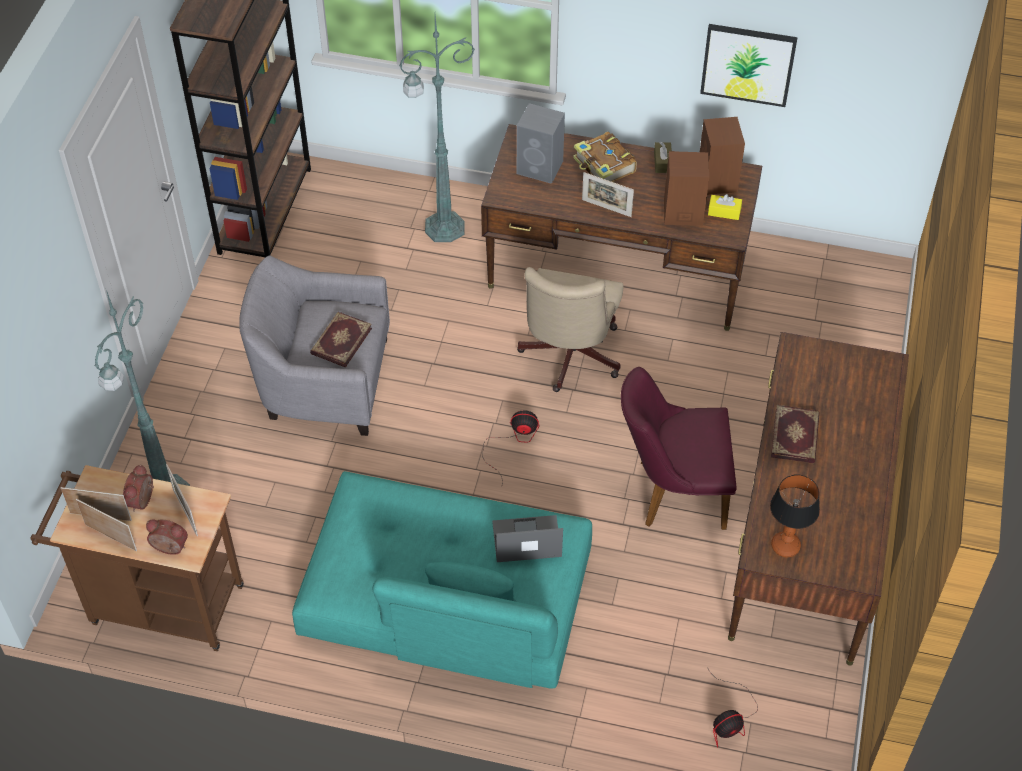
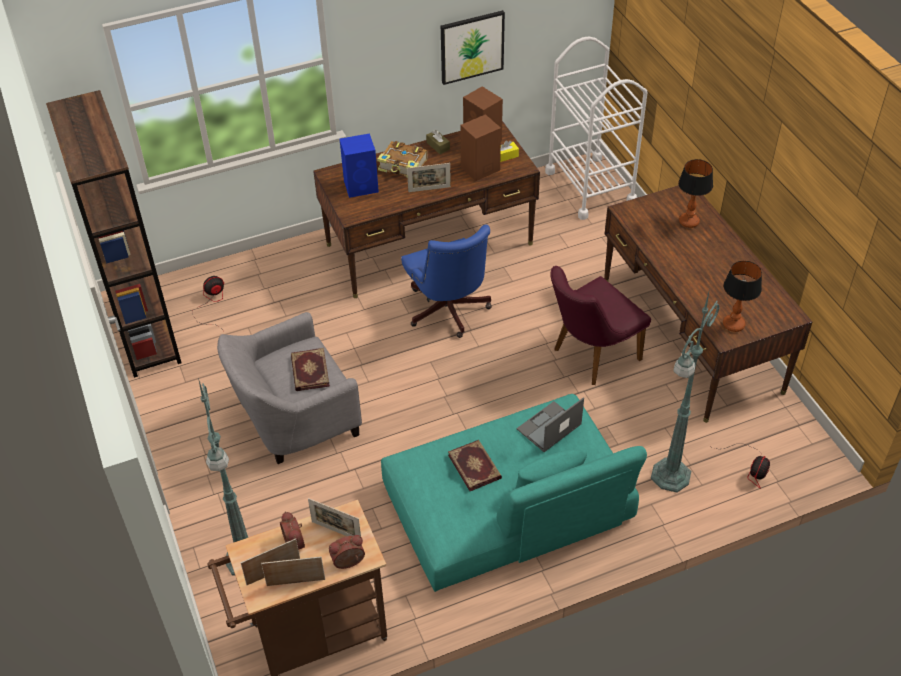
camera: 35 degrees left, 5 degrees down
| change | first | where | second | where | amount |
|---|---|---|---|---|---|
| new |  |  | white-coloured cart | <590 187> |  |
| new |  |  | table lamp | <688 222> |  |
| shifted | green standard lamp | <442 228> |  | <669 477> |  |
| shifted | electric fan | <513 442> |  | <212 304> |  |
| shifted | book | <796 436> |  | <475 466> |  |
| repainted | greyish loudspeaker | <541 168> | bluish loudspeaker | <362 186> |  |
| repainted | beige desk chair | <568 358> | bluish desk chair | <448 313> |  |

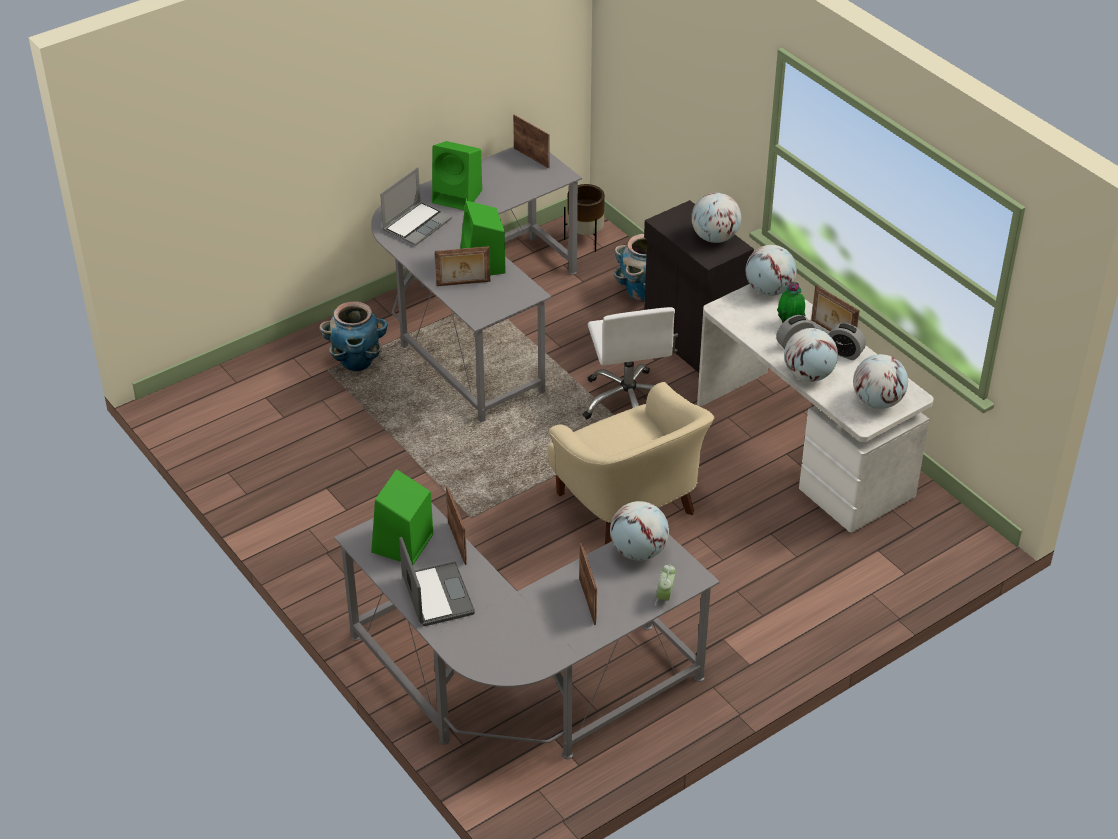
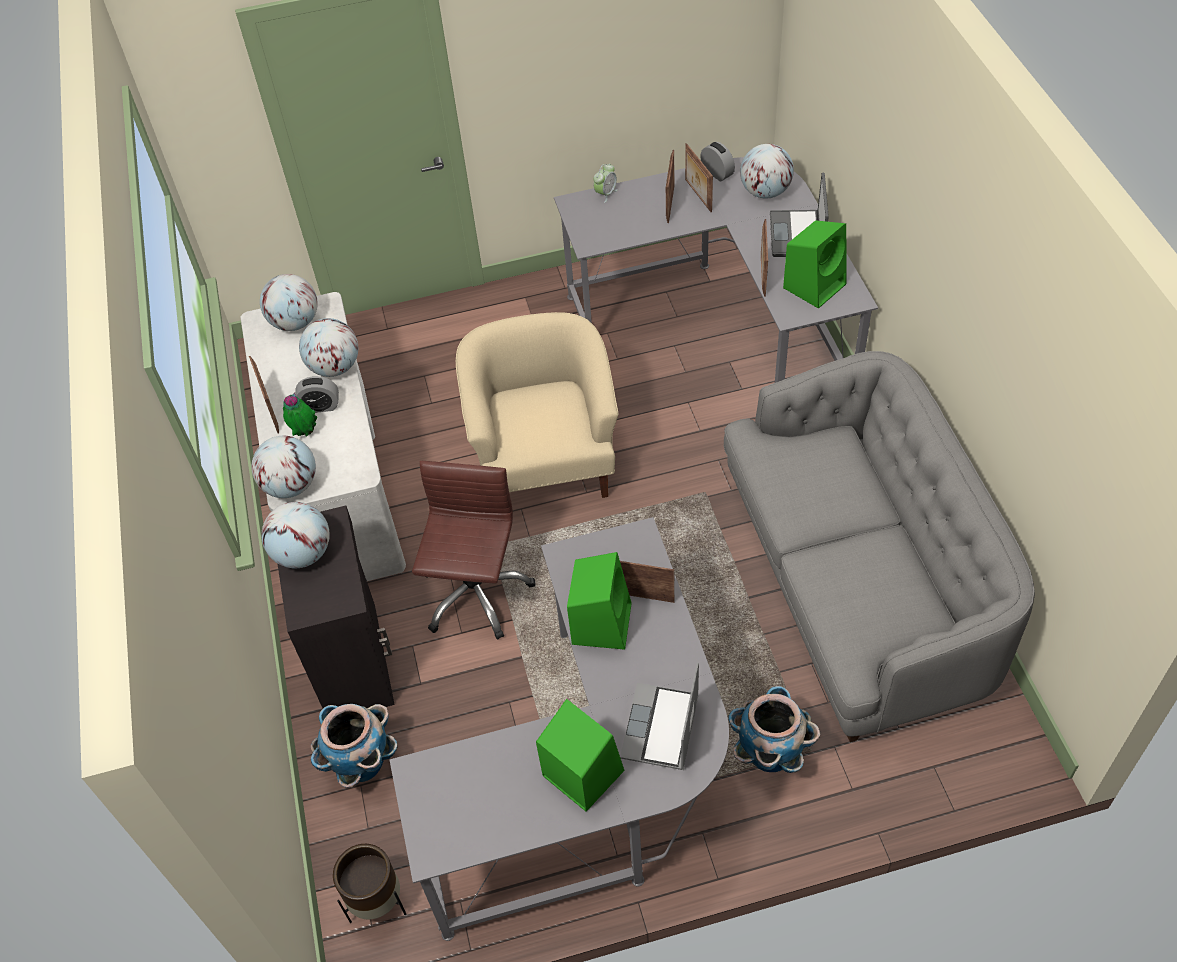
camera: 155 degrees left, 10 degrees up
| change | first | where | second | where | amount |
|---|---|---|---|---|---|
| new |  |  | greyish settee | <858 585> |  |
| shifted | standing frame | <532 157> |  | <697 196> |  |
| shifted | globe | <638 551> |  | <765 192> |  |
| shifted | table clock | <844 353> |  | <717 173> |  |
| repainted | white-coloured desk chair | <628 401> | brown desk chair | <475 593> |  |
| rotated | laptop | <417 224> |  | <661 729> | 45 degrees counterclockwise |

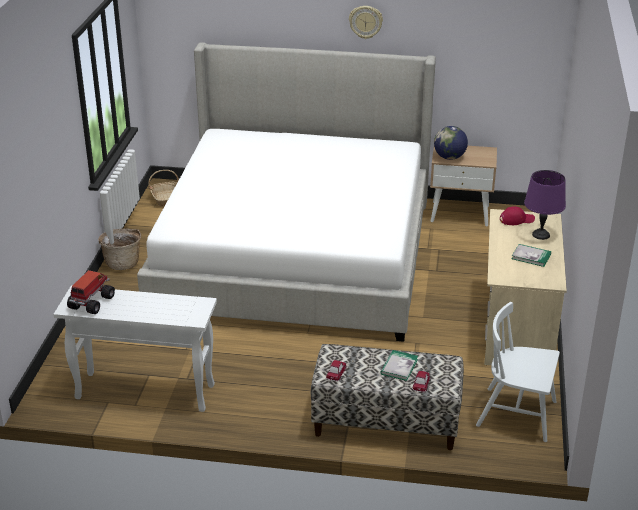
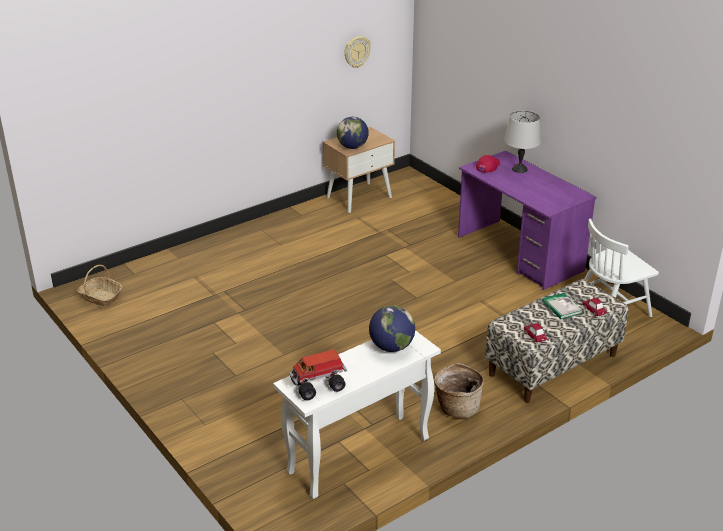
camera: 45 degrees left, 0 degrees up
| change | first | where | second | where | amount |
|---|---|---|---|---|---|
| gone | bedroom bed | <296 255> |  |  |  |
| gone | book | <531 256> |  |  |  |
| new |  |  | globe | <391 347> |  |
| shifted | storage basket | <123 263> |  | <457 407> |  |
| shifted | clock on the wall | <365 22> |  | <356 51> |  |
| repainted | beige desk table | <517 326> | purple desk table | <519 254> |  |
| repainted | purple table lamp | <541 235> | greyish table lamp | <520 169> |  |
| rotated | toy lorry | <91 303> |  | <319 386> | 90 degrees counterclockwise |

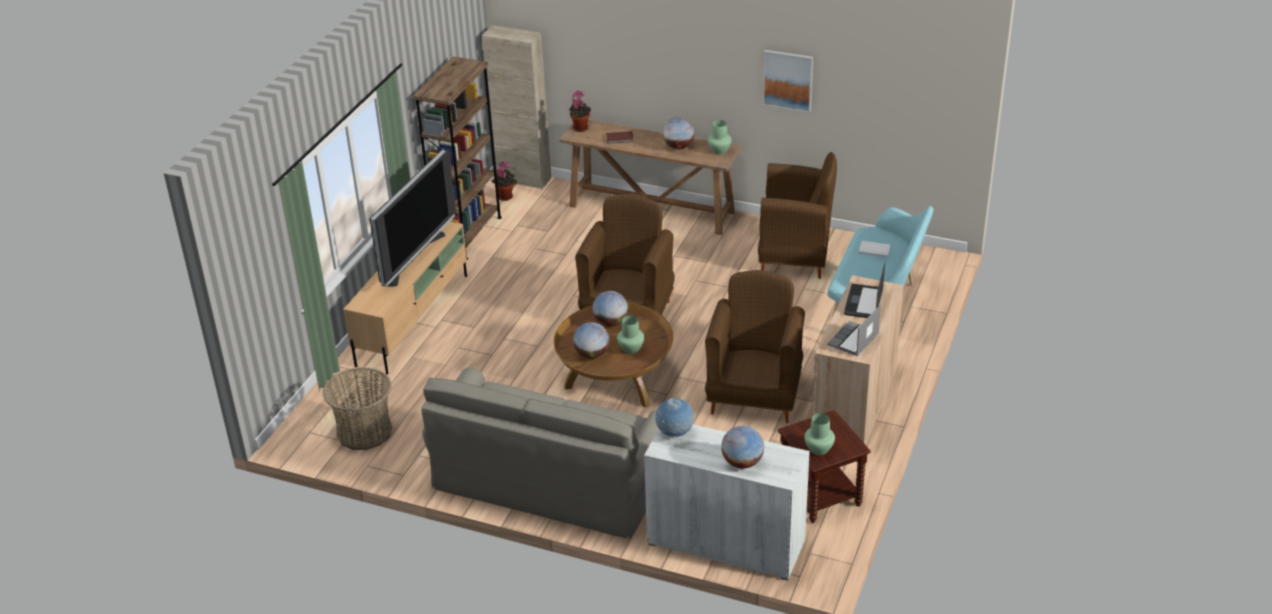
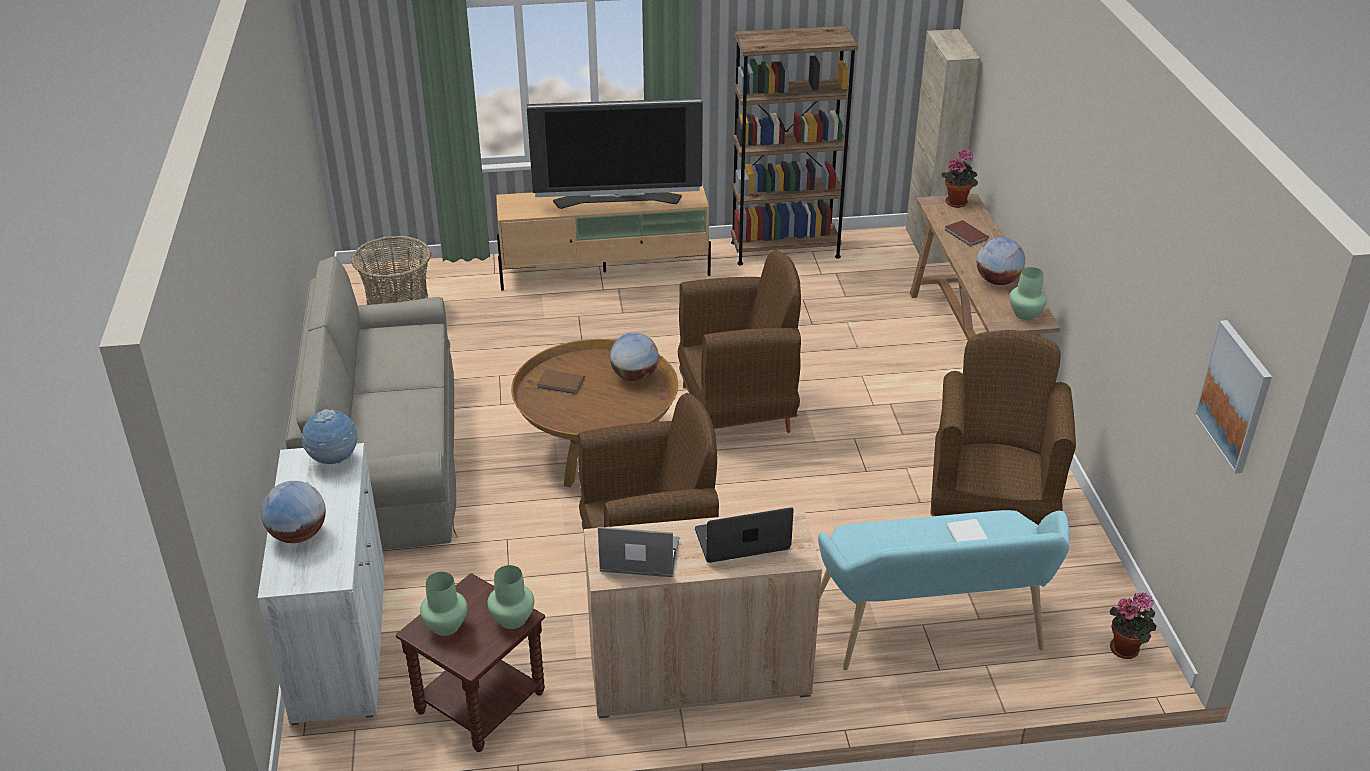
camera: 60 degrees right, 0 degrees up
| change | first | where | second | where | amount |
|---|---|---|---|---|---|
| shifted | potted plant | <506 196> |  | <1127 648> |  |
| shifted | green decorative vase | <631 349> |  | <512 620> |  |
| shifted | wall picture | <788 80> |  | <1235 396> |  |
| swapped | globe | <592 354> | brown book | <561 384> |  |
| rotated | brown easy chair | <795 257> |  | <991 508> | 150 degrees counterclockwise |

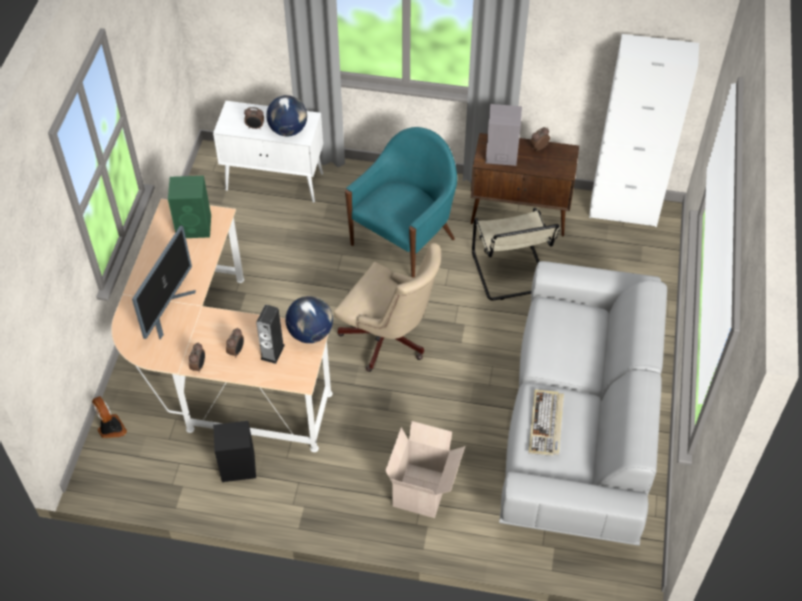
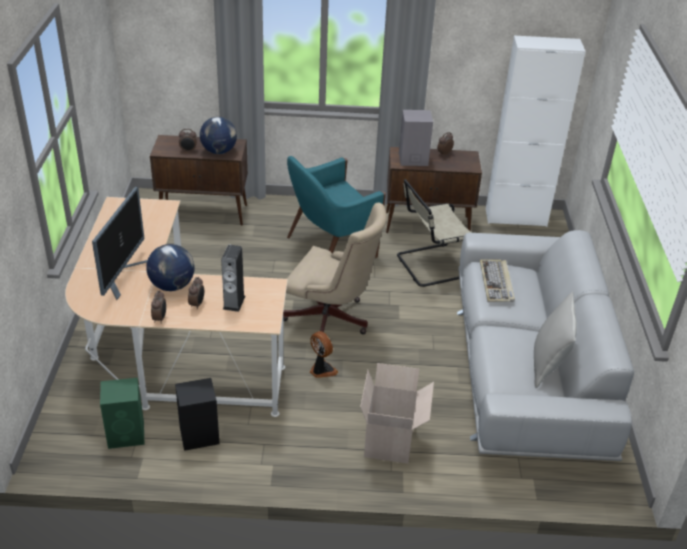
camera: 10 degrees left, 15 degrees down
| change | first | where | second | where | amount |
|---|---|---|---|---|---|
| new |  |  | greyish cushion | <548 365> |  |
| shifted | electric fan | <110 428> |  | <321 370> |  |
| shifted | green loudspeaker | <195 226> |  | <127 434> |  |
| shifted | globe | <311 333> |  | <172 285> |  |
| shifted | computer keyboard | <546 424> |  | <496 283> |  |
| repainted | white-coloured cupboard | <275 182> | brown cupboard | <204 213> |  |
| rotated | blue-green easy chair | <404 240> |  | <329 248> | 150 degrees counterclockwise |
| rotated | beige chair | <511 274> |  | <431 266> | 90 degrees clockwise |

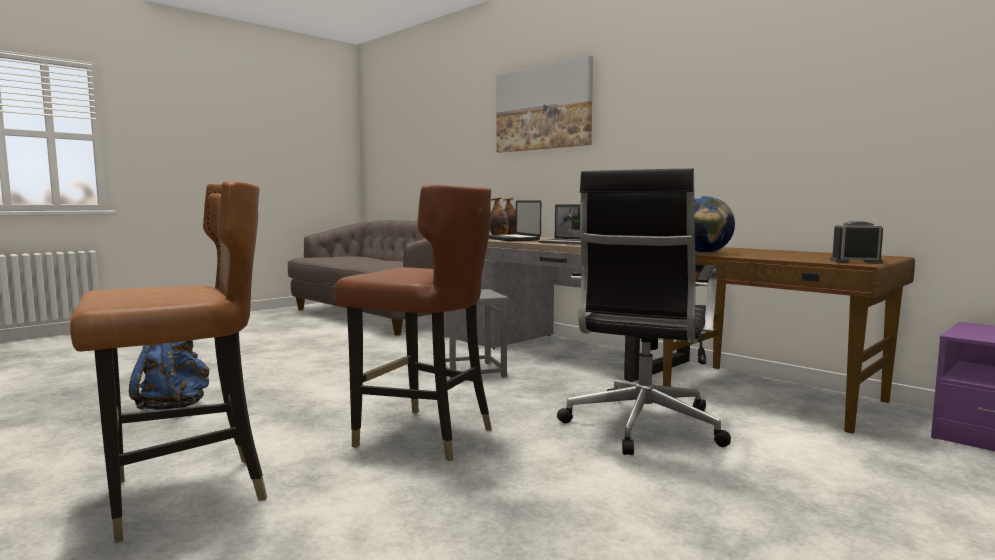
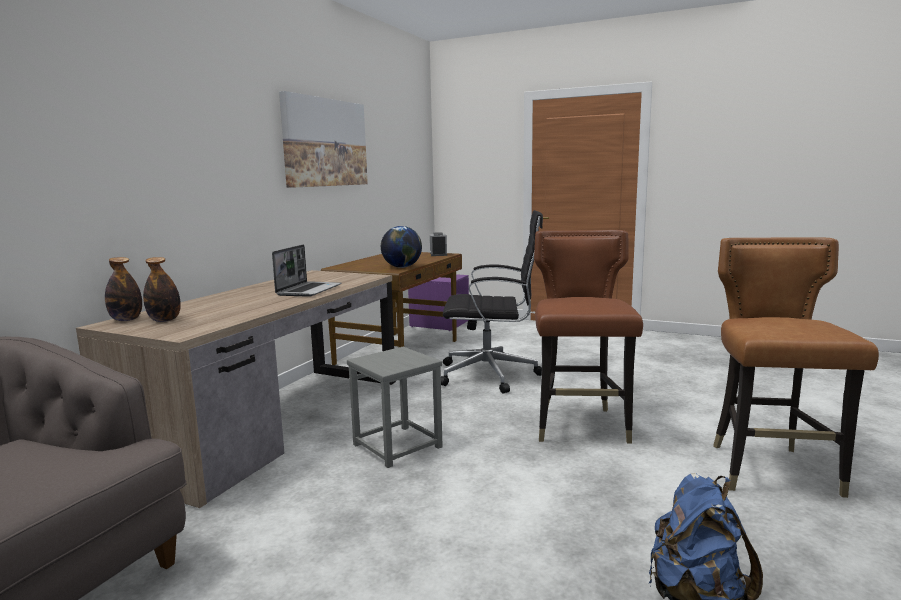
camera: 110 degrees left, 5 degrees up
| change | first | where | second | where | amount |
|---|---|---|---|---|---|
| gone | laptop | <512 239> |  |  |  |
| shifted | wall picture | <543 108> |  | <325 143> |  |
| rotated | brown chair | <184 495> |  | <771 471> | 60 degrees clockwise |

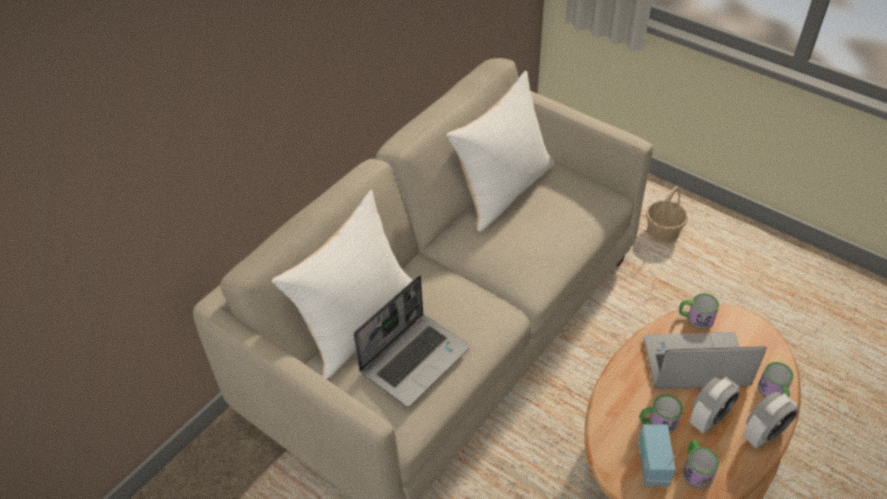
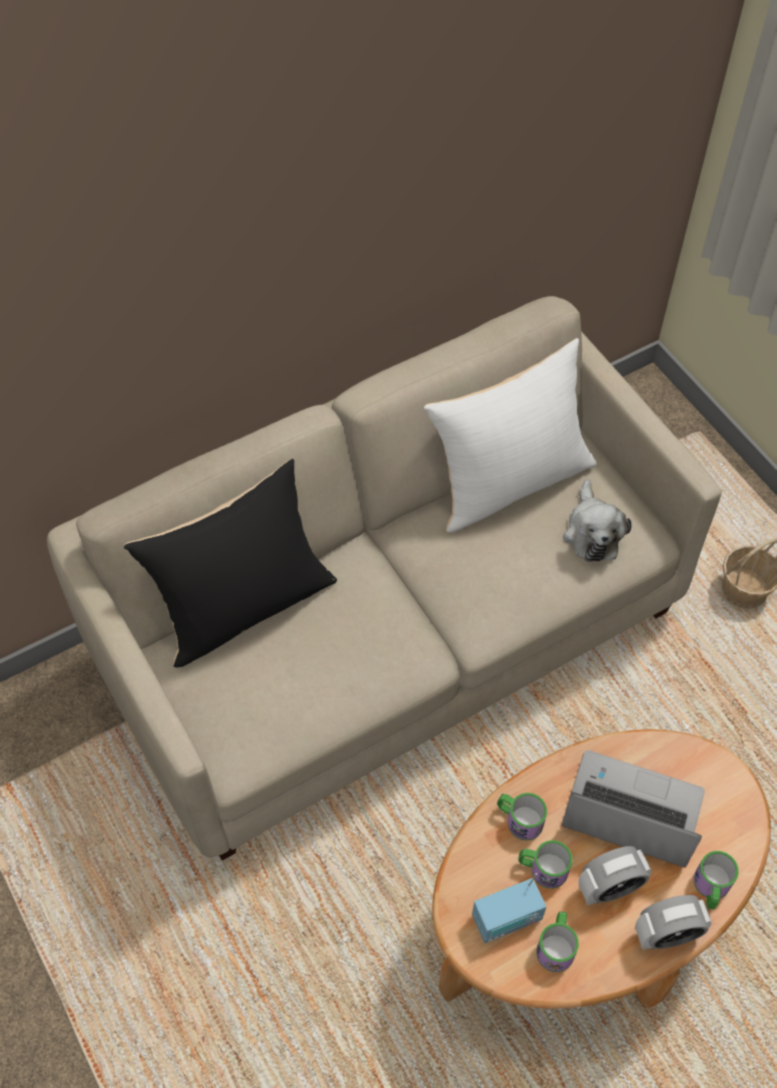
camera: 20 degrees right, 10 degrees up
| change | first | where | second | where | amount |
|---|---|---|---|---|---|
| gone | laptop | <415 359> |  |  |  |
| new |  |  | cuddly toy | <592 532> |  |
| shifted | tea mug | <695 318> |  | <519 819> |  |
| repainted | white-coloured cushion | <357 322> | black-coloured cushion | <244 605> |  |
| rotated | radio set | <652 465> |  | <507 919> | 135 degrees counterclockwise |

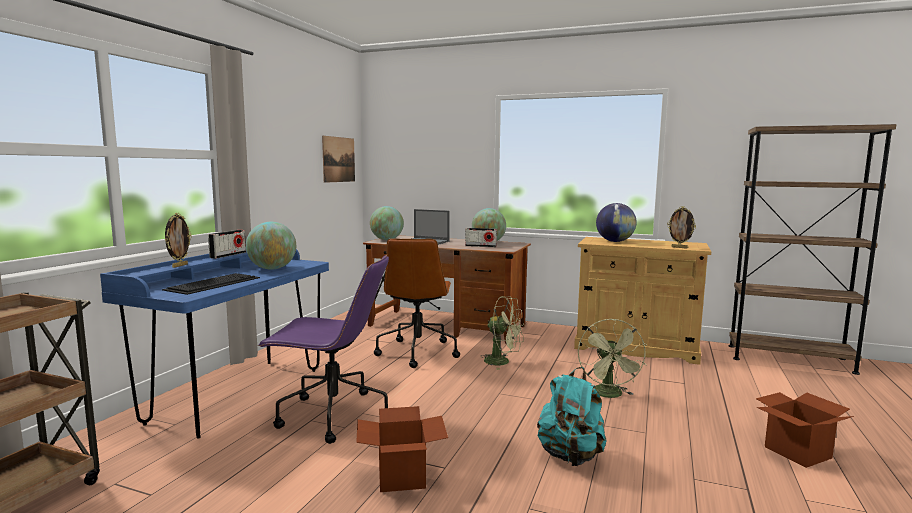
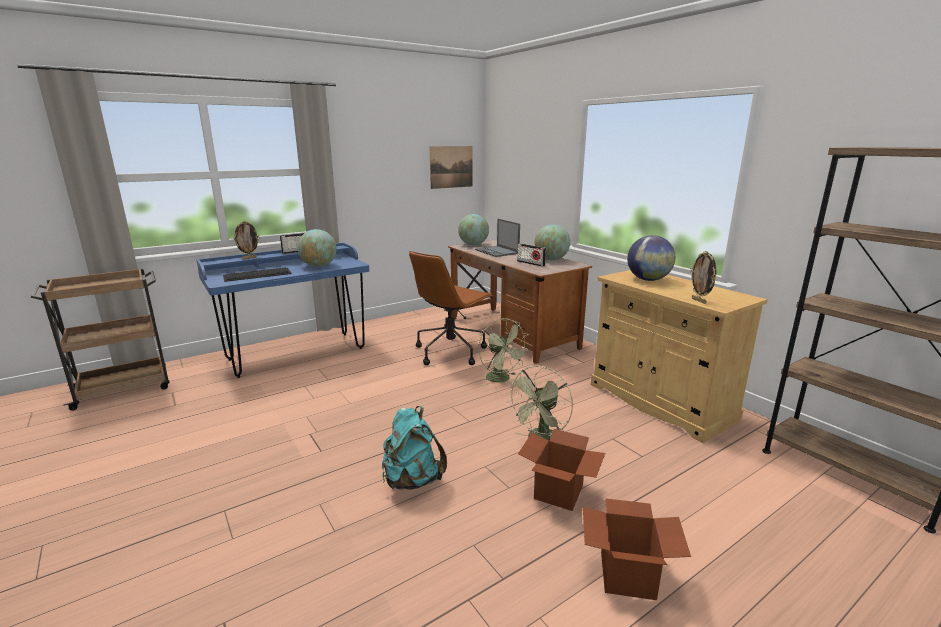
camera: 35 degrees right, 10 degrees up
| change | first | where | second | where | amount |
|---|---|---|---|---|---|
| gone | purple desk chair | <331 416> |  |  |  |
| shifted | cardboard box | <401 476> |  | <558 492> |  |

